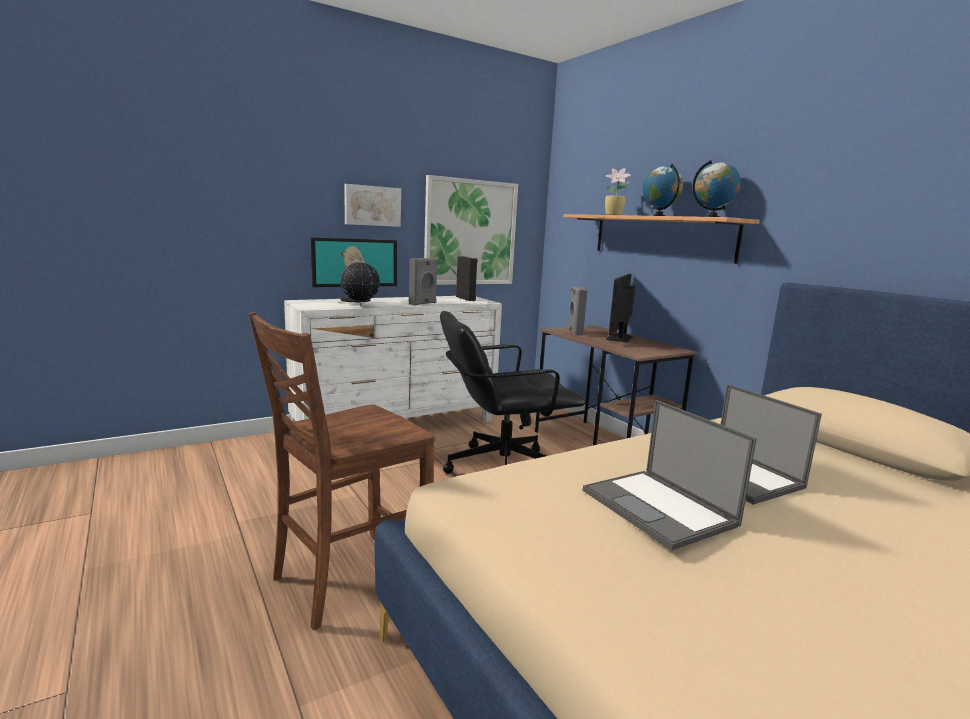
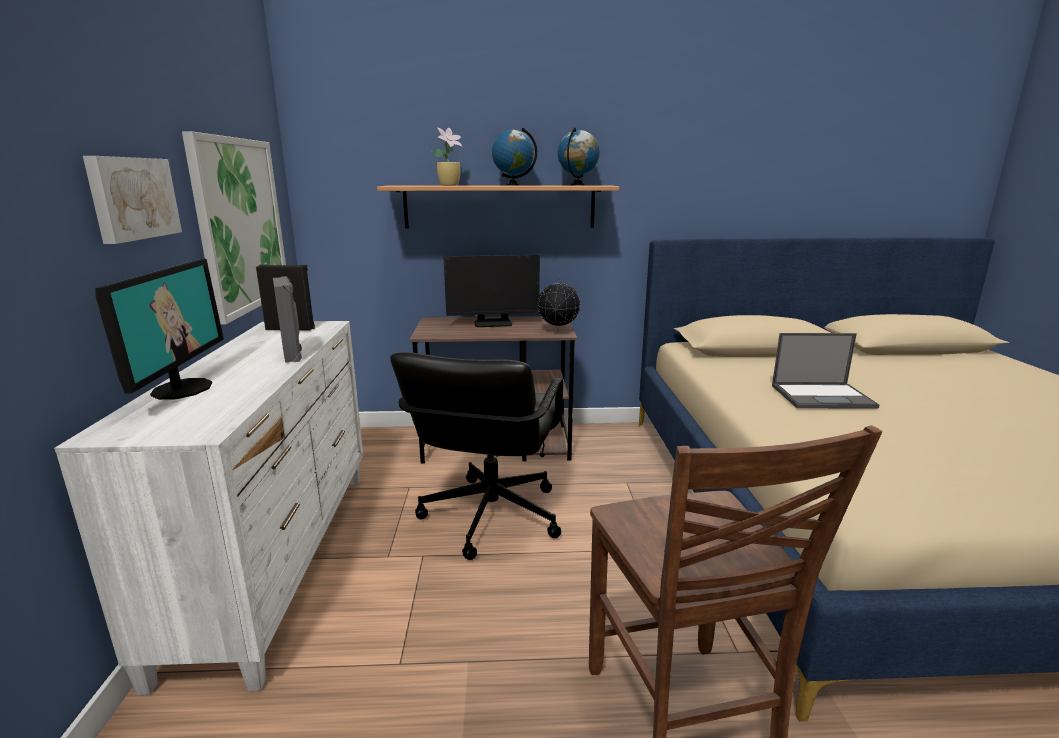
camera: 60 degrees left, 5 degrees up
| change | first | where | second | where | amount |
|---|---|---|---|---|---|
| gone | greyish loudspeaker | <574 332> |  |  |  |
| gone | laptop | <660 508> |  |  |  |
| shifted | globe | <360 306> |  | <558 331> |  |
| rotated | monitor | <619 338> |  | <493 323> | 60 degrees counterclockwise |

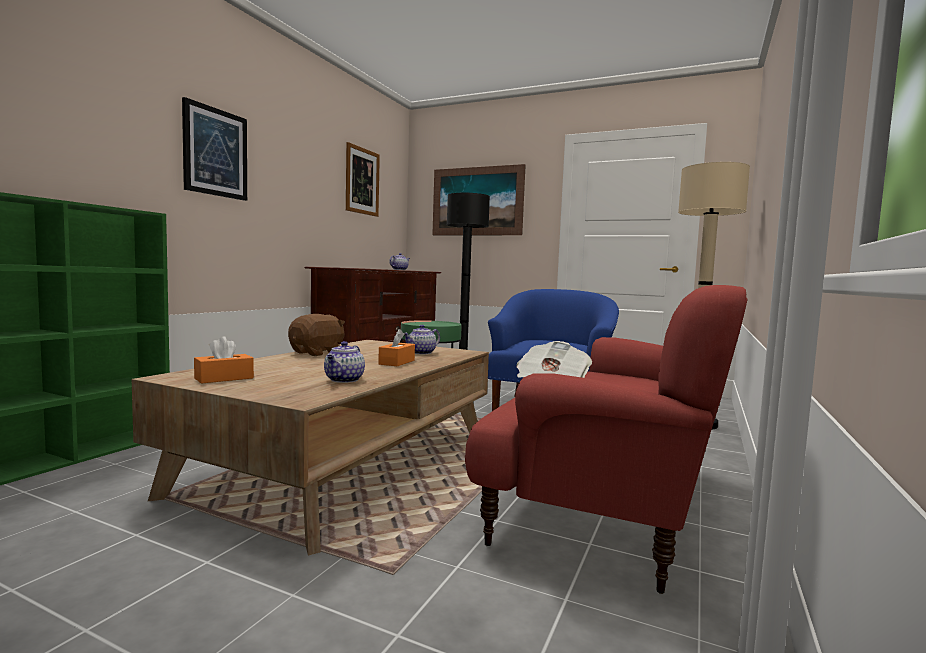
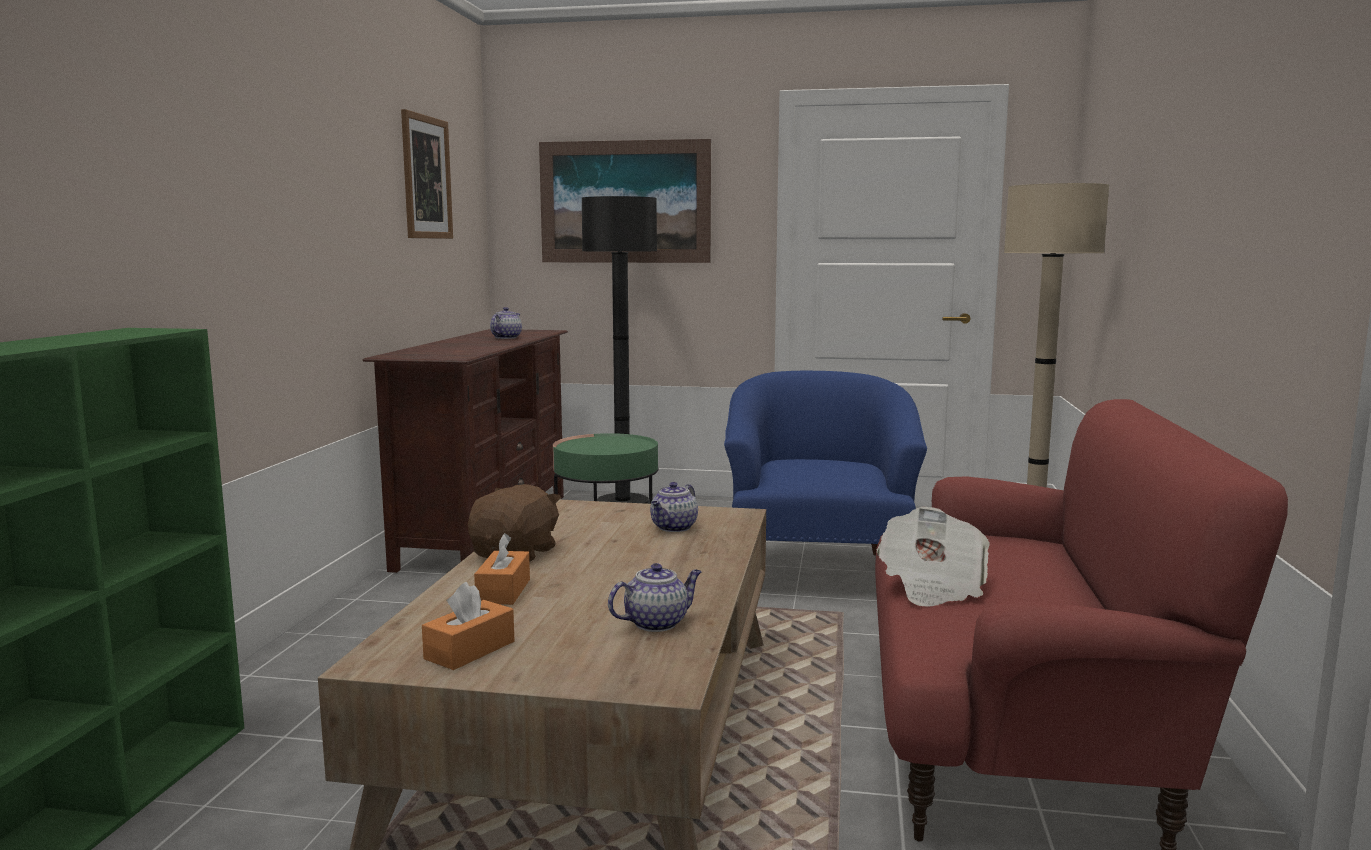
camera: 15 degrees left, 5 degrees up
| change | first | where | second | where | amount |
|---|---|---|---|---|---|
| gone | wall picture | <215 152> |  |  |  |
| shifted | orange tissue holder | <397 362> |  | <503 591> |  |
| rotated | teapot | <344 380> |  | <657 623> | 120 degrees counterclockwise |

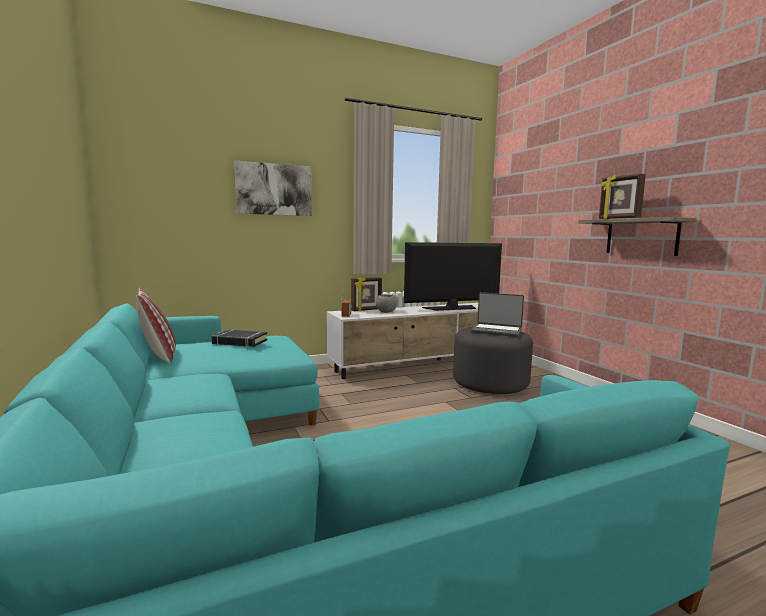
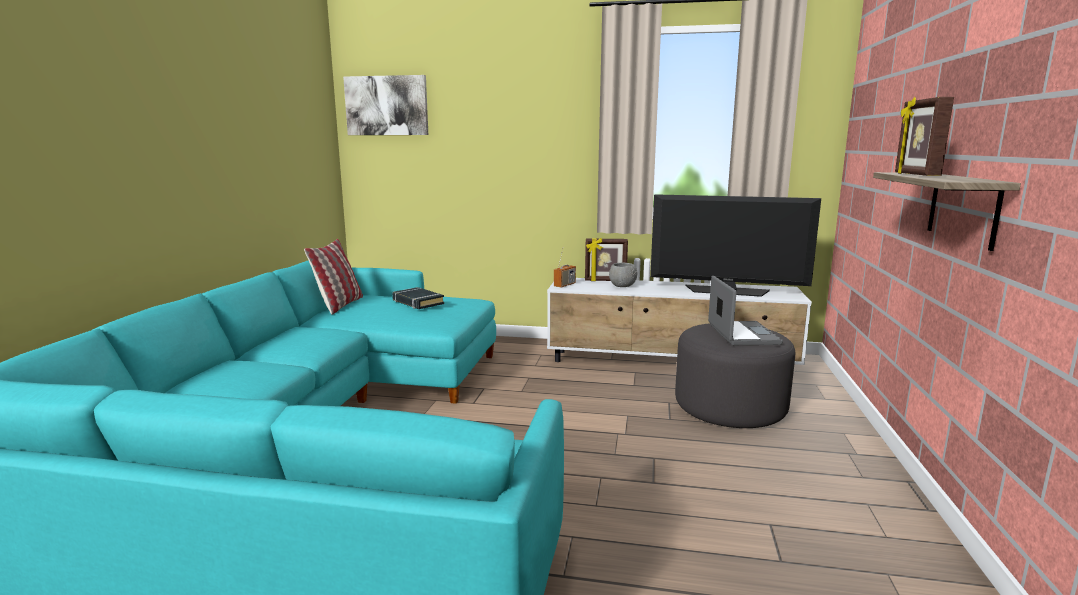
camera: 35 degrees right, 5 degrees up
| change | first | where | second | where | amount |
|---|---|---|---|---|---|
| shifted | wall picture | <274 189> |  | <387 106> |  |
| rotated | laptop | <496 331> |  | <741 334> | 150 degrees counterclockwise |

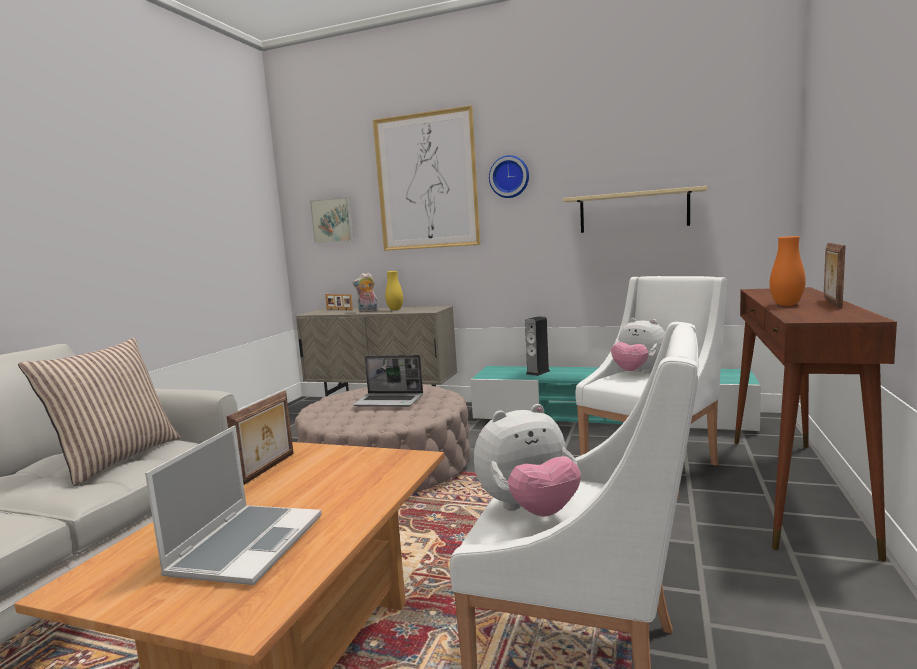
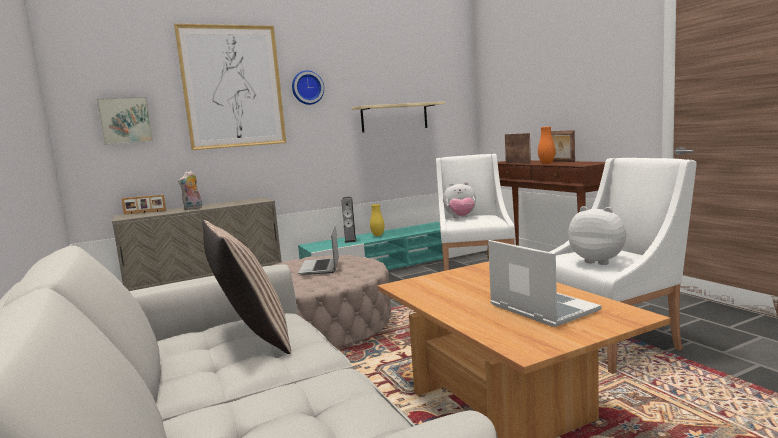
camera: 45 degrees left, 0 degrees up
| change | first | where | second | where | amount |
|---|---|---|---|---|---|
| shifted | standing frame | <268 469> |  | <518 163> |  |
| shifted | yellowish decorative vase | <395 309> |  | <378 235> |  |
| rotated | laptop | <390 401> |  | <320 267> | 120 degrees clockwise |
| rotated | cuddly toy | <529 510> |  | <599 261> | 75 degrees counterclockwise |

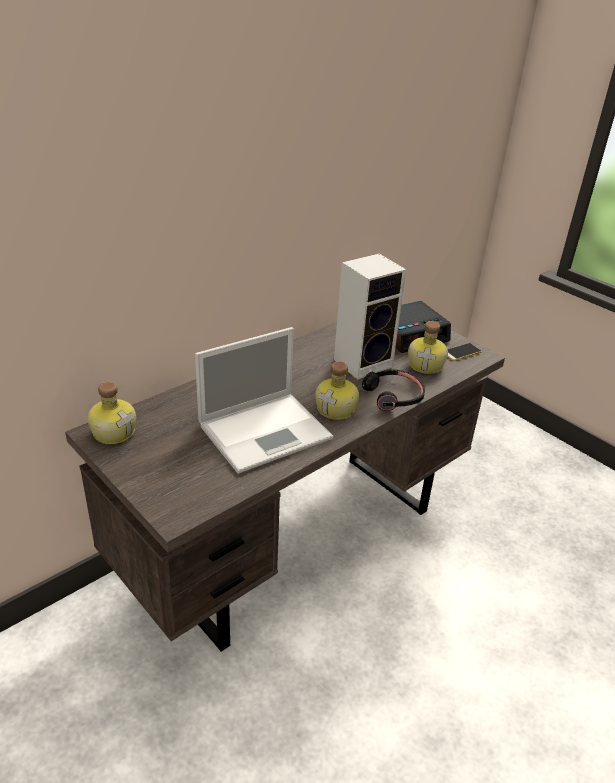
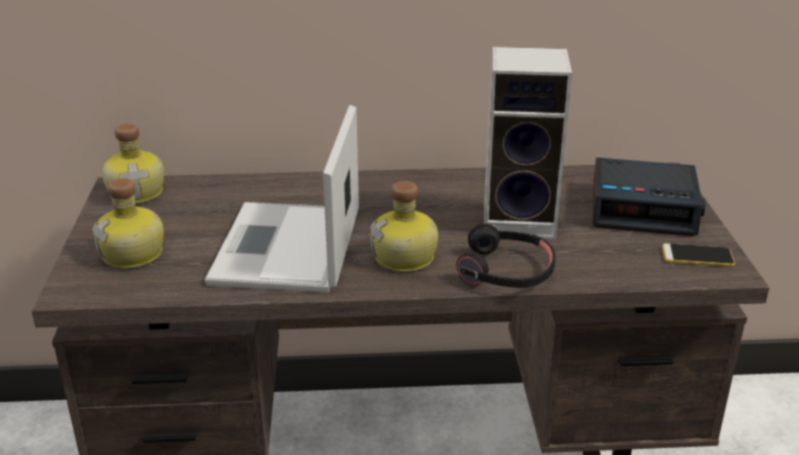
camera: 40 degrees right, 5 degrees down
| change | first | where | second | where | amount |
|---|---|---|---|---|---|
| shifted | beverage bottle | <426 365> |  | <134 255> |  |
| rotated | laptop | <267 431> |  | <287 249> | 90 degrees clockwise |

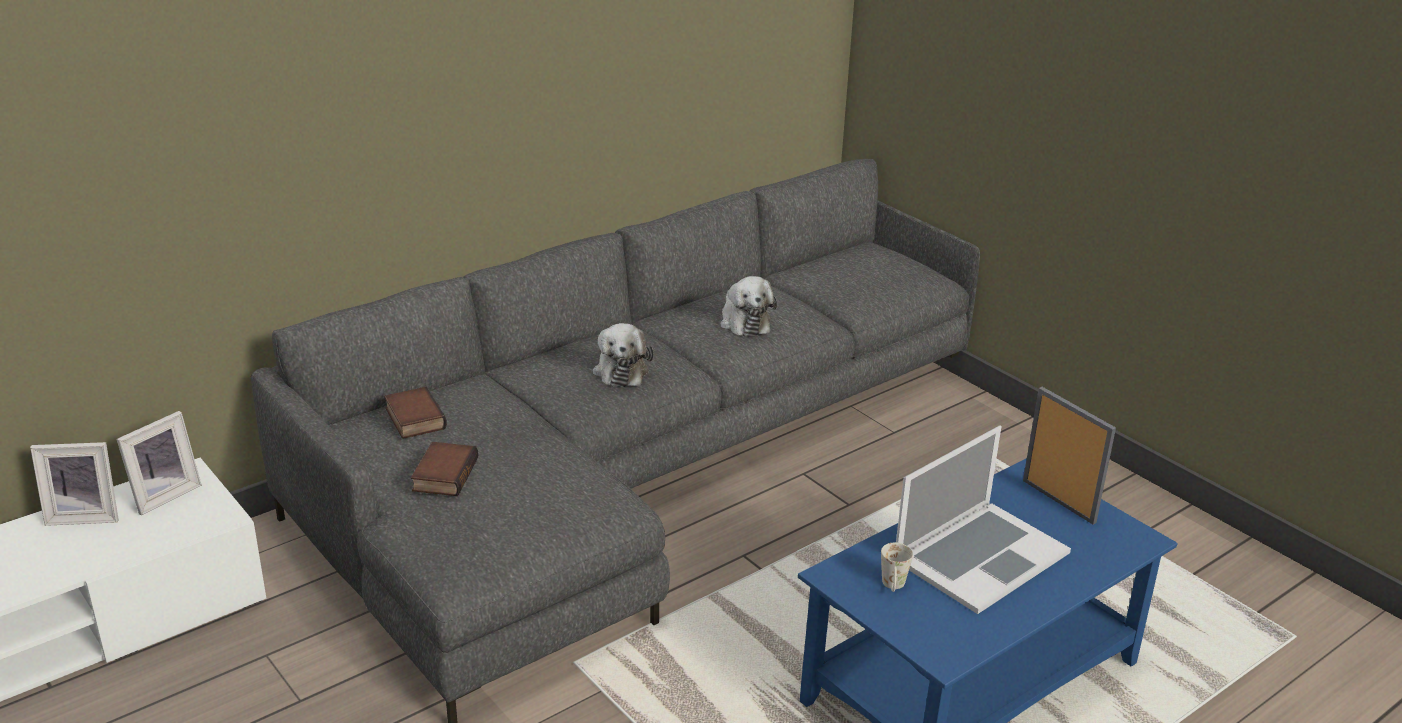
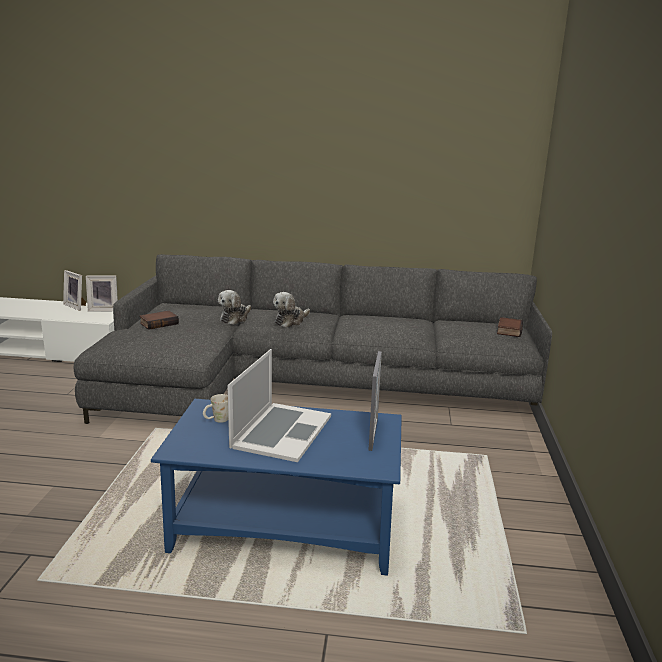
camera: 45 degrees right, 10 degrees down
| change | first | where | second | where | amount |
|---|---|---|---|---|---|
| shifted | book | <413 418> |  | <508 330> |  |
| shifted | cuddly toy | <744 321> |  | <235 318> |  |
| rotated | laptop | <980 556> |  | <281 431> | 75 degrees counterclockwise |

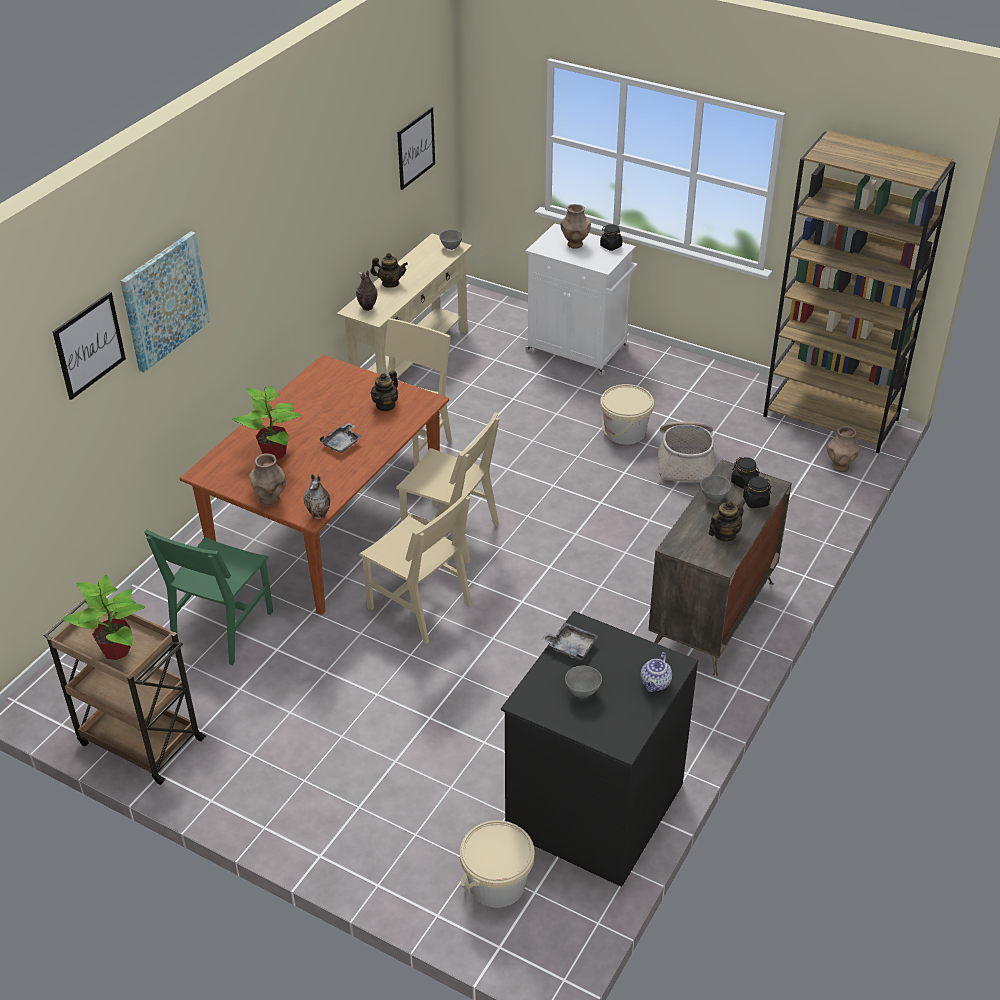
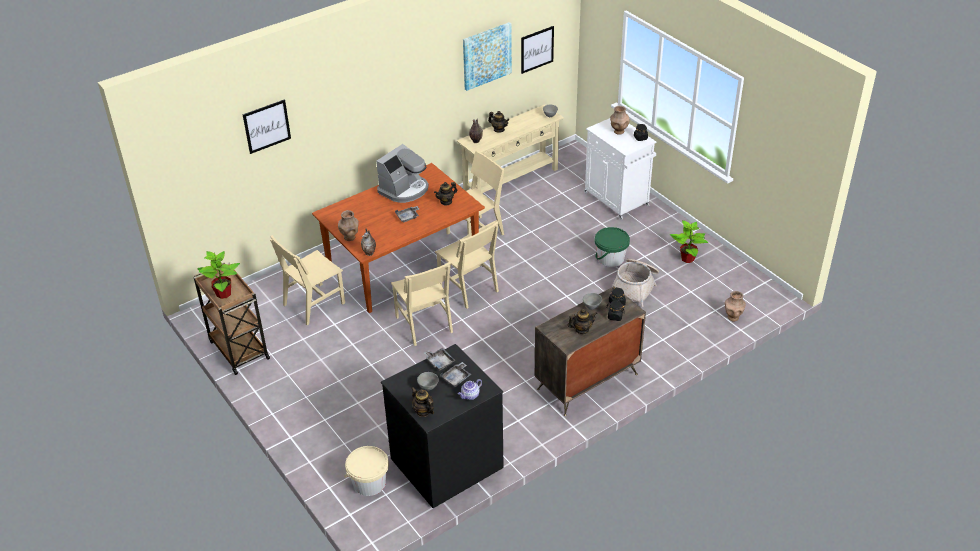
camera: 25 degrees right, 0 degrees up
| change | first | where | second | where | amount |
|---|---|---|---|---|---|
| gone | brown bookcase | <831 418> |  |  |  |
| new |  |  | coffee maker | <404 189> |  |
| new |  |  | teapot | <423 411> |  |
| new |  |  | greyish carrying tray | <456 378> |  |
| shifted | wall picture | <164 301> |  | <486 55> |  |
| shifted | potted plant | <275 453> |  | <688 259> |  |
| repainted | green chair | <222 628> | beige chair | <314 304> |  |
| repainted | beige pail | <625 432> | green pail | <610 258> |  |

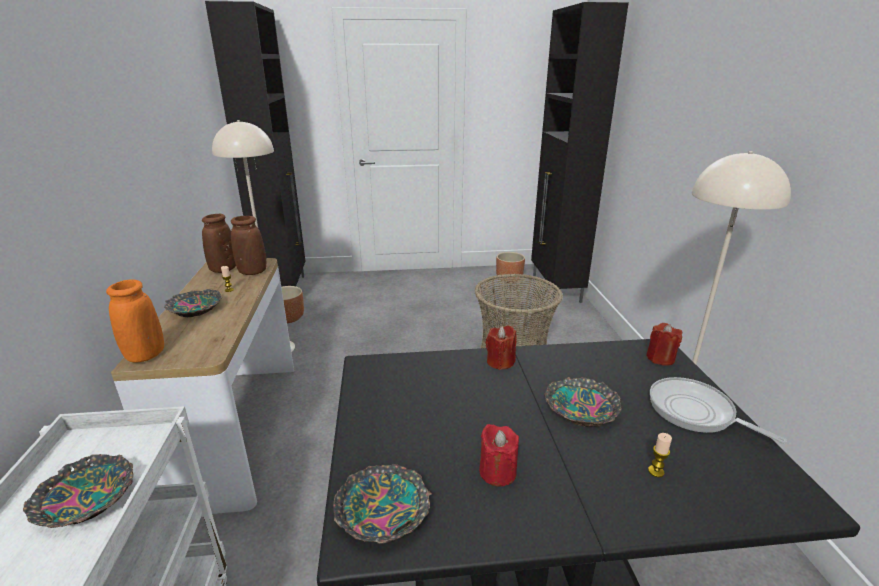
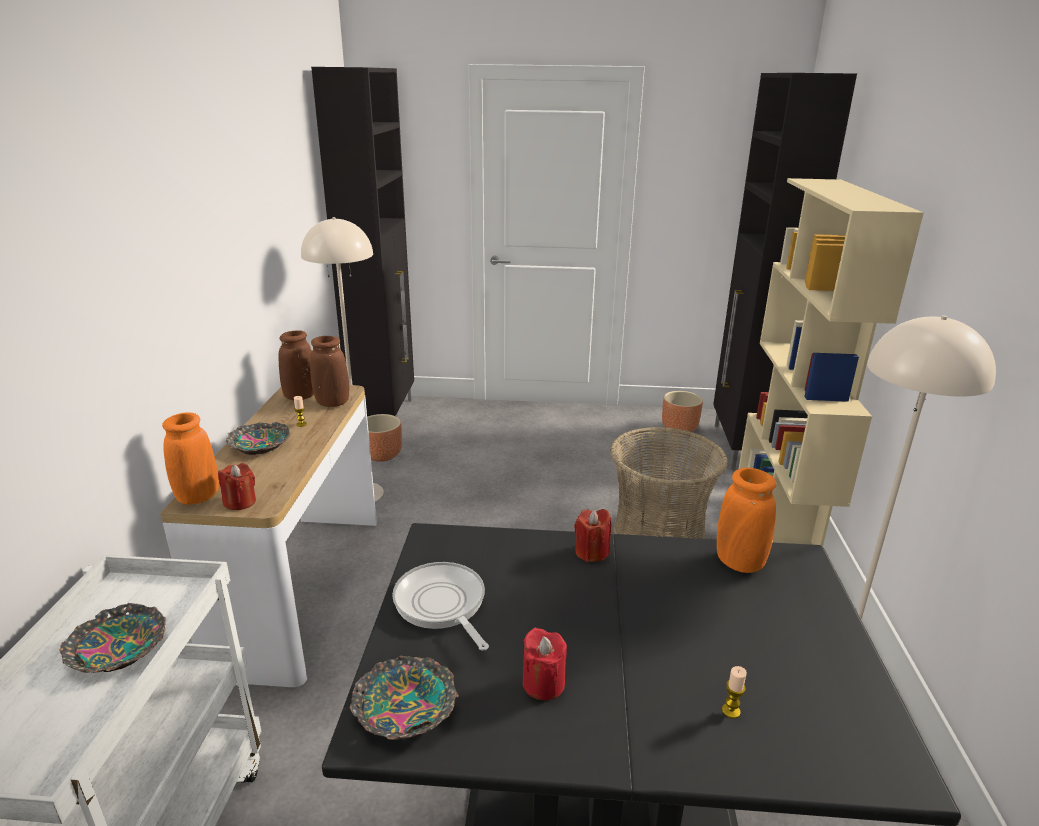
camera: 10 degrees right, 0 degrees up
| change | first | where | second | where | amount |
|---|---|---|---|---|---|
| gone | deep dish | <580 408> |  |  |  |
| new |  |  | orange decorative vase | <739 562> |  |
| new |  |  | beige bookcase | <779 524> |  |
| shifted | red-coloured wax light | <660 358> |  | <240 502> |  |
| shifted | pan | <695 412> |  | <442 605> |  |

